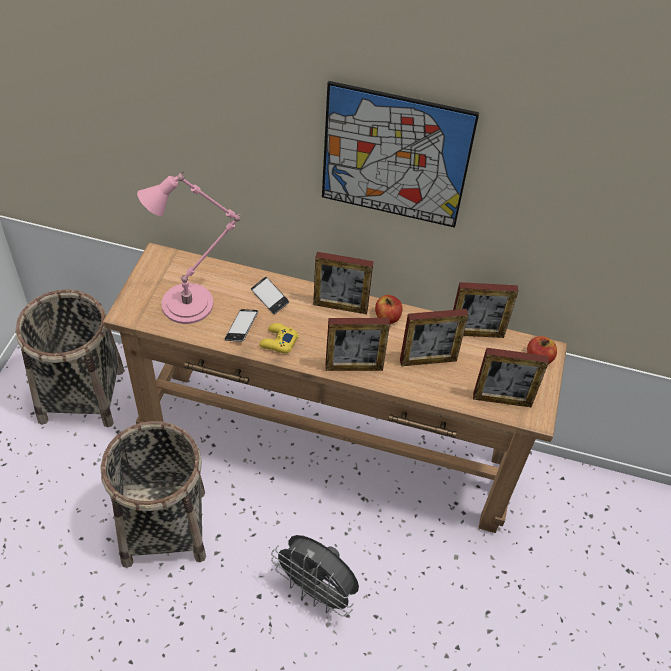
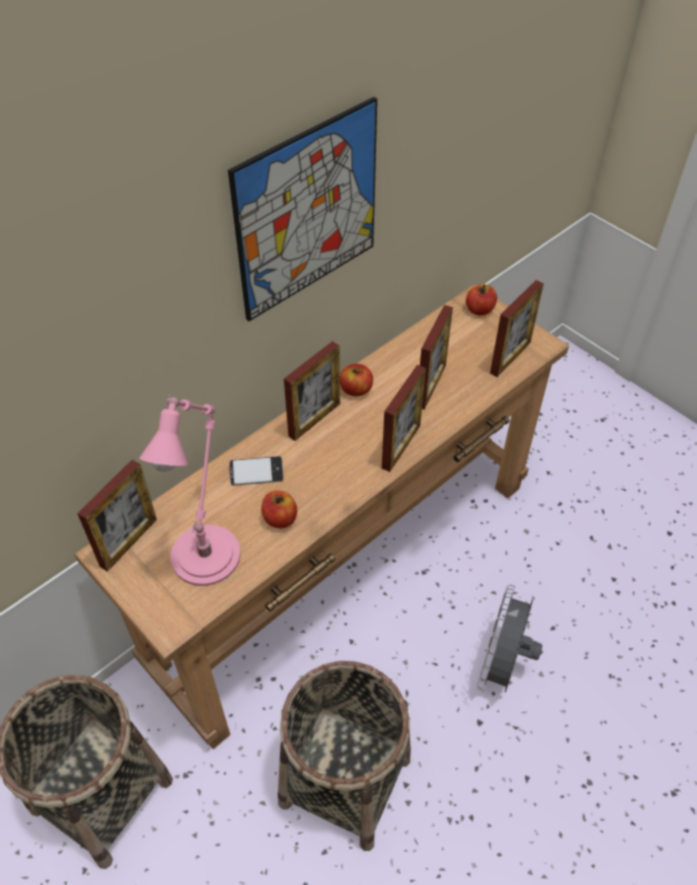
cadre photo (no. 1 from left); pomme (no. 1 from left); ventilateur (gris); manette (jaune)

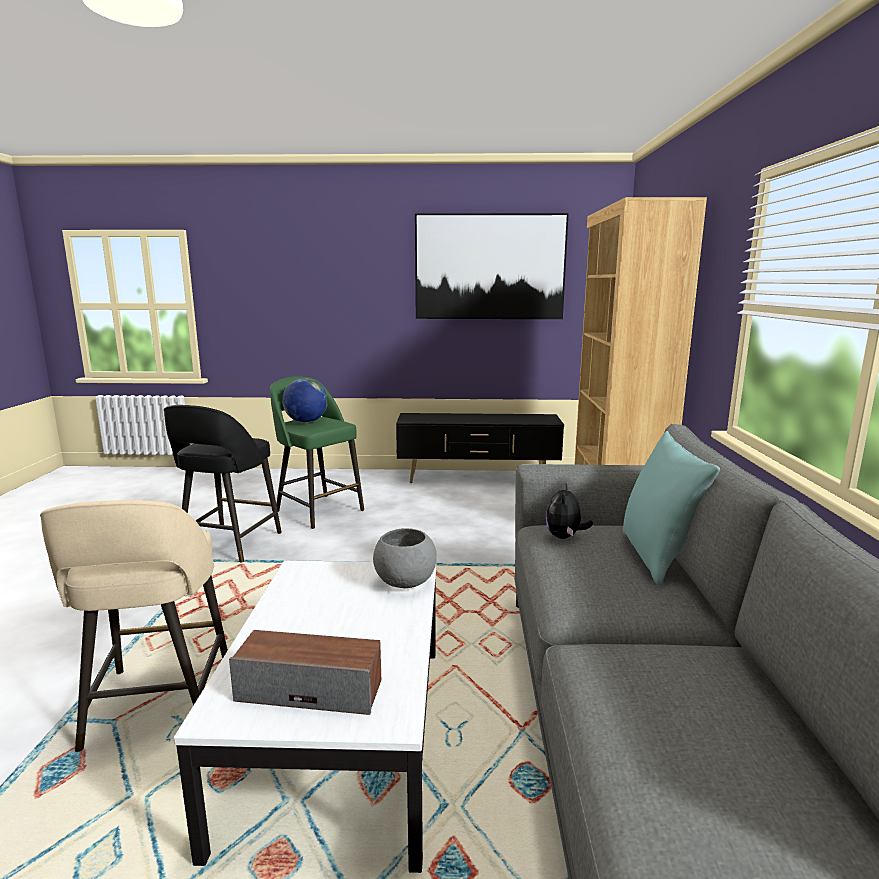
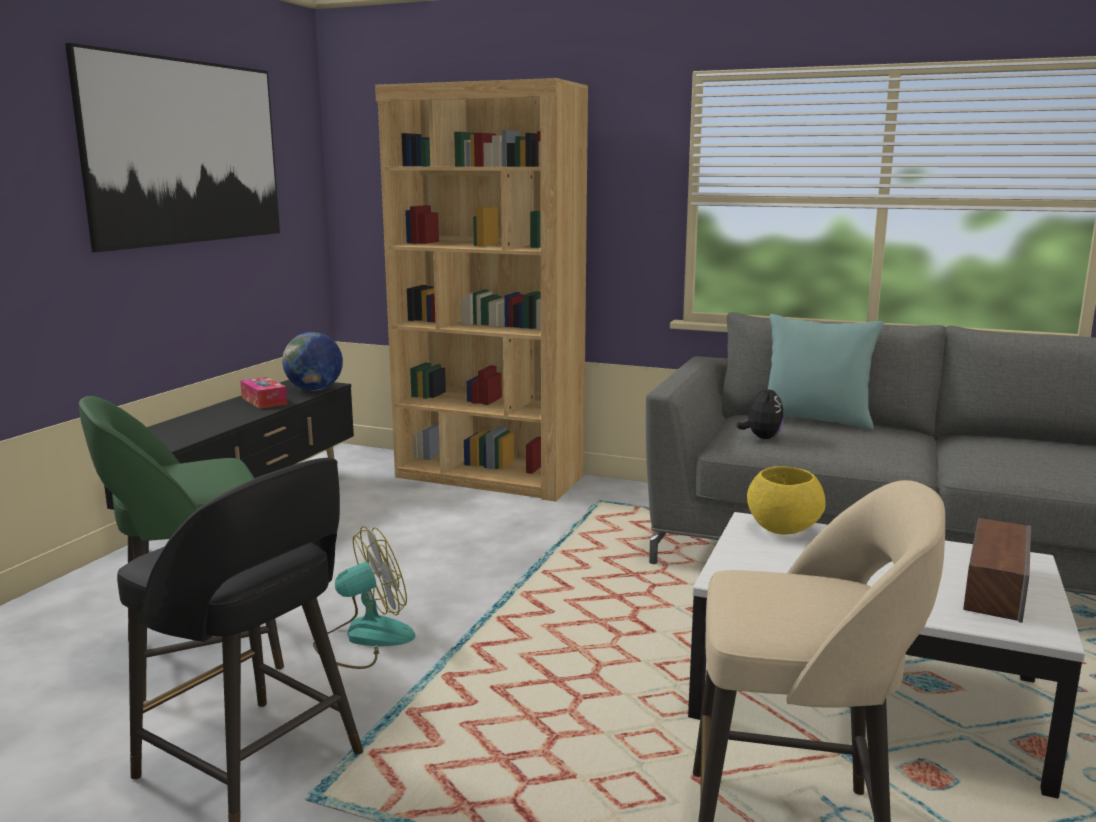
boîte à mouchoirs; globe; ventilateur; peluche; bol (jaune)

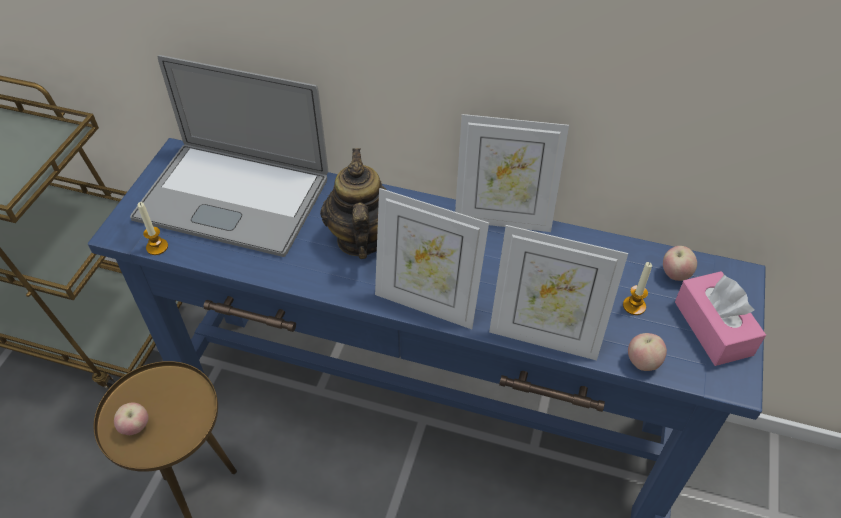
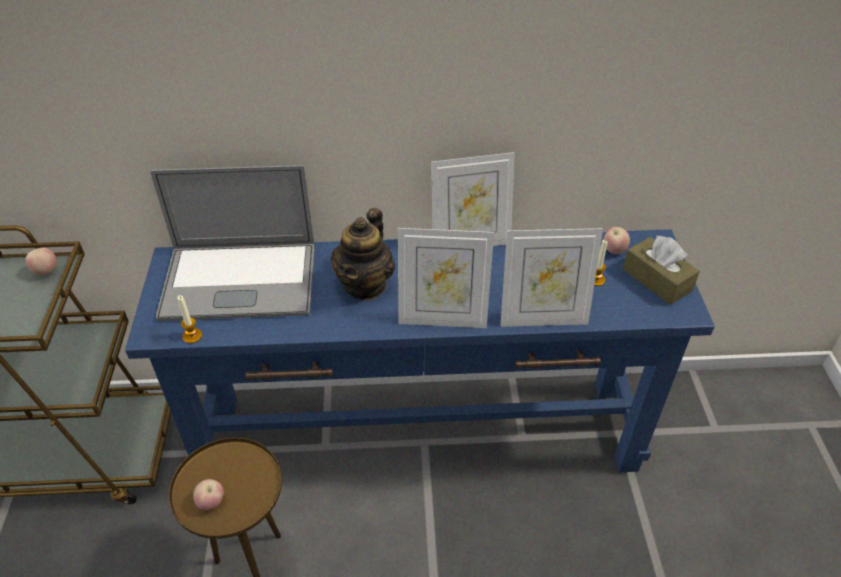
pomme (no. 1 from left); théière; boîte à mouchoirs (marron)

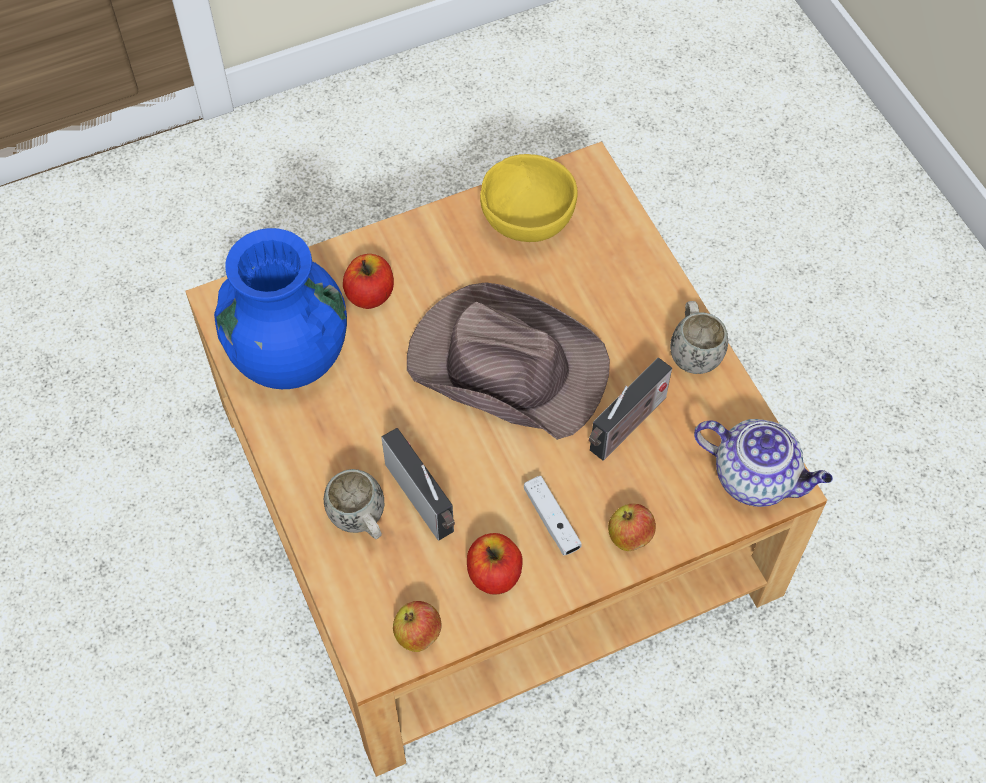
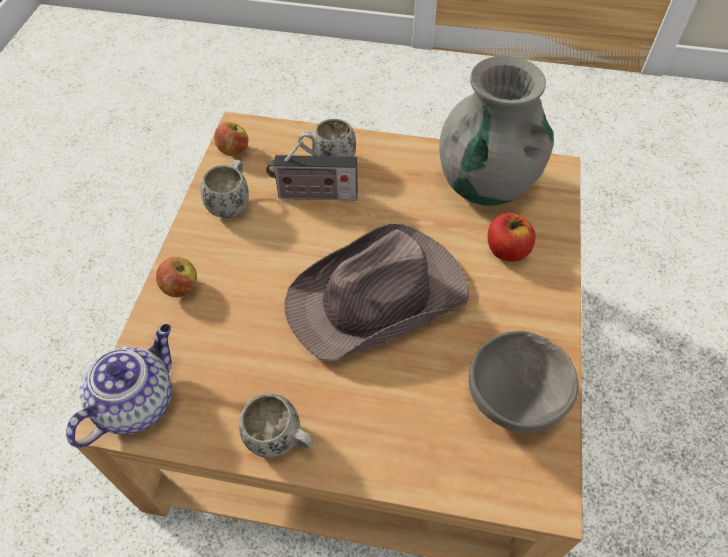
théière; mug (blanc) (no. 1 from left); vase (gris); bol (gris); manette (blanc); radio (no. 2 from left in the first image)

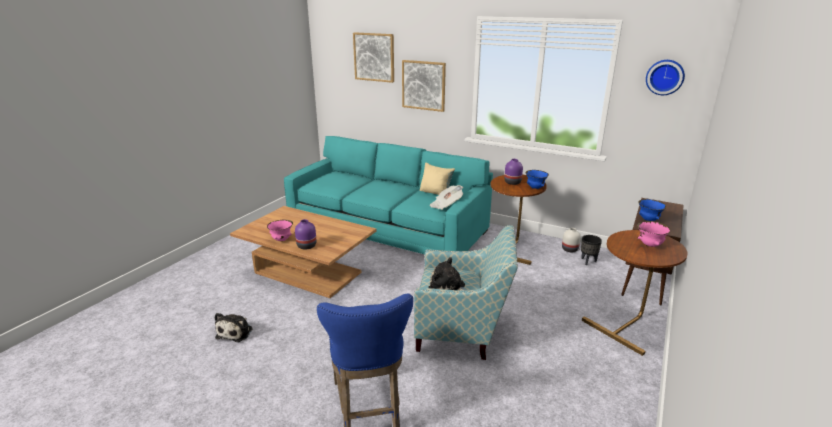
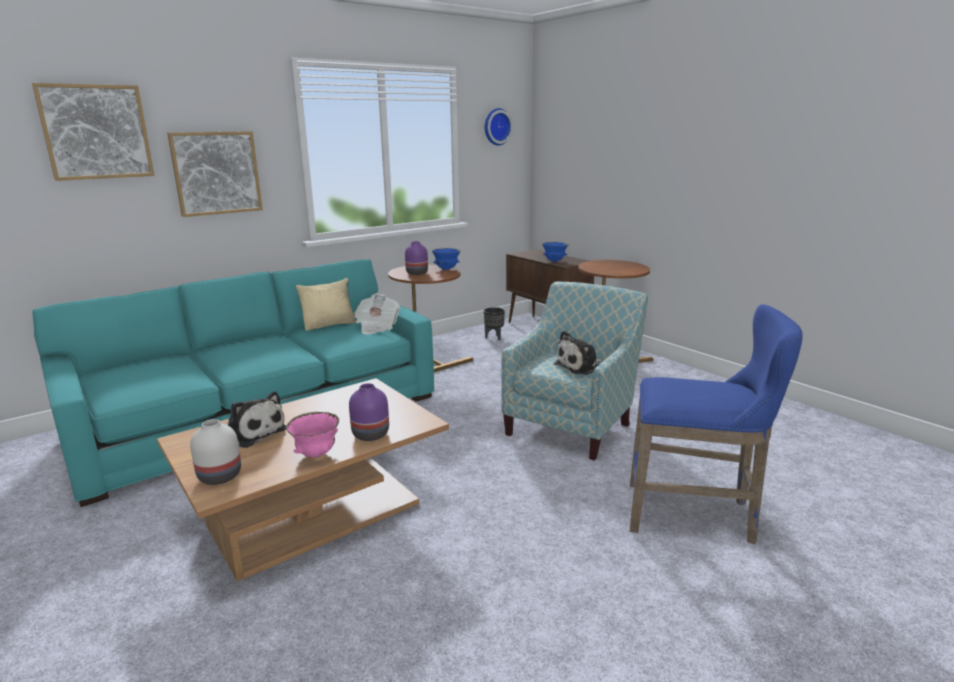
vase (blanc); peluche (no. 1 from left); bol (rose) (no. 2 from left in the first image)

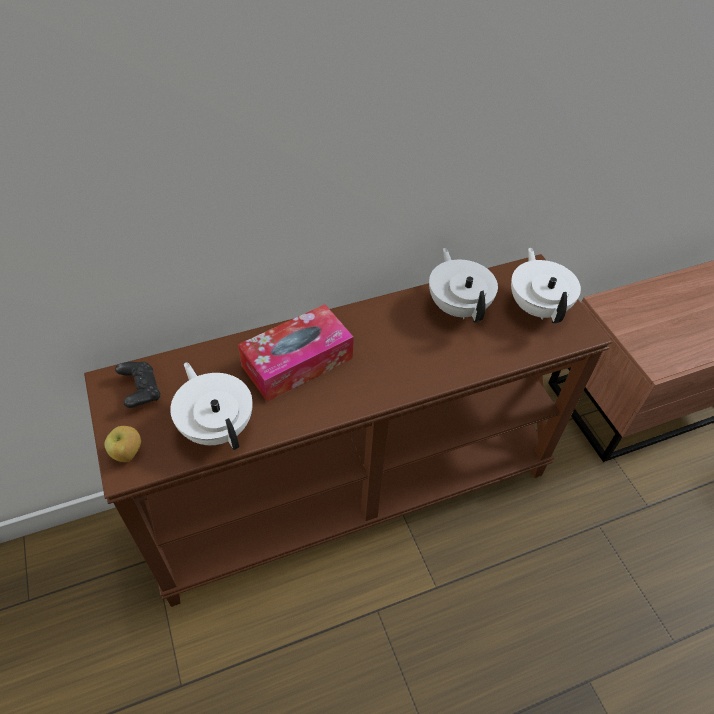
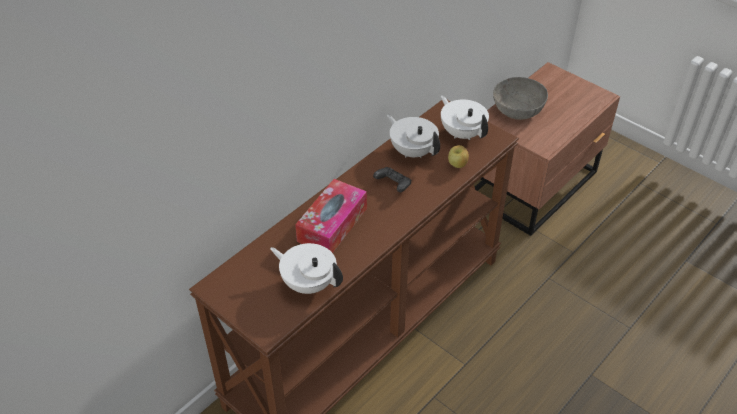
manette (noir); pomme; bol (gris)

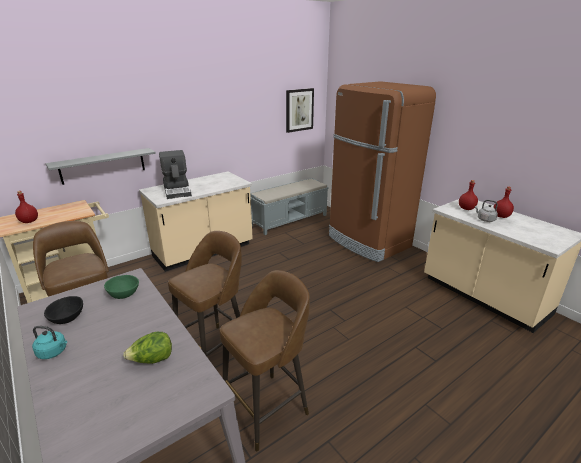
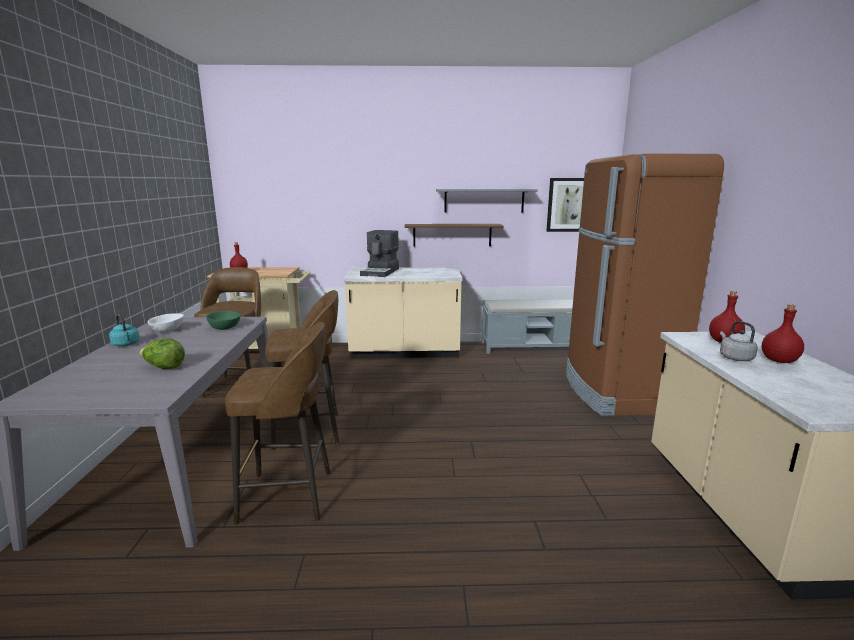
bol (blanc); étagère (marron); étagère (gris)

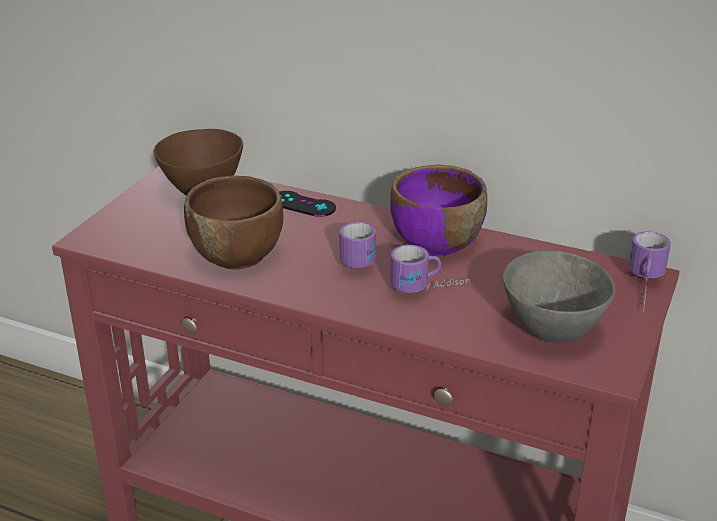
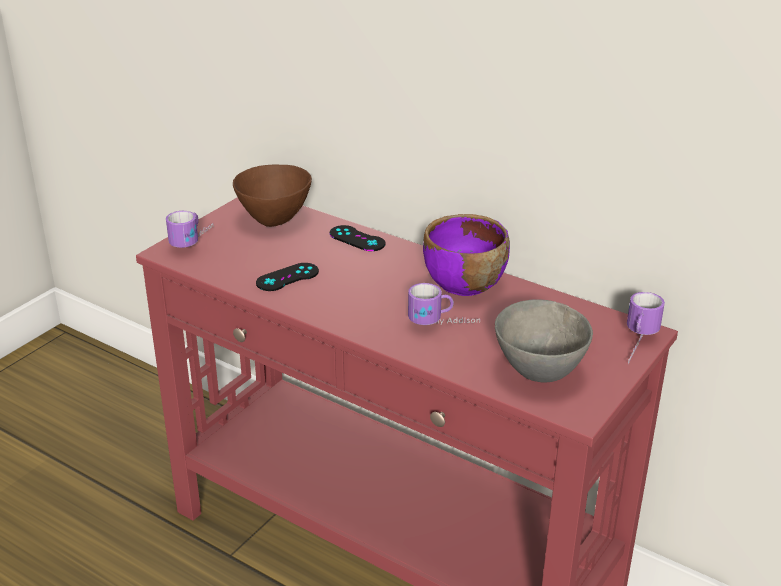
mug (no. 1 from left); manette (noir) (no. 1 from left)

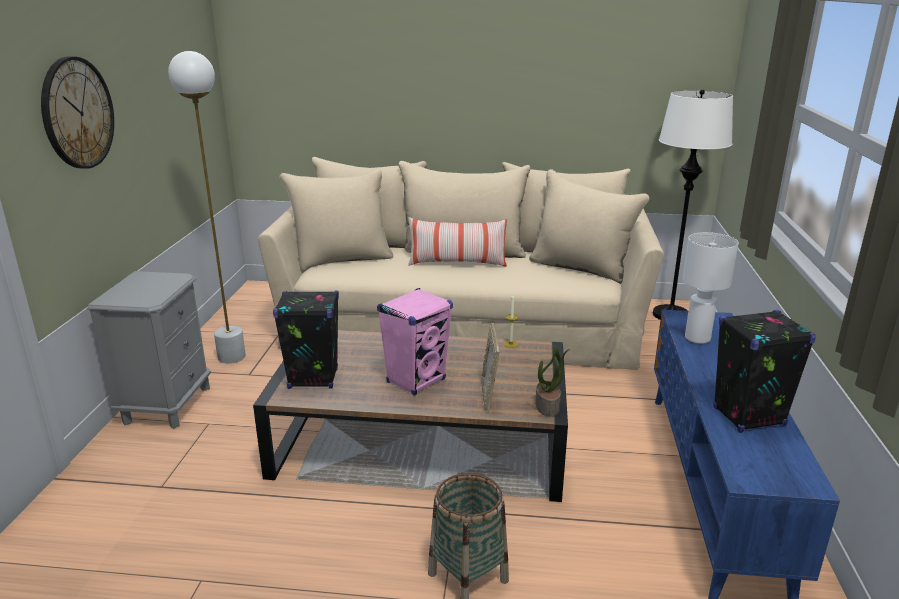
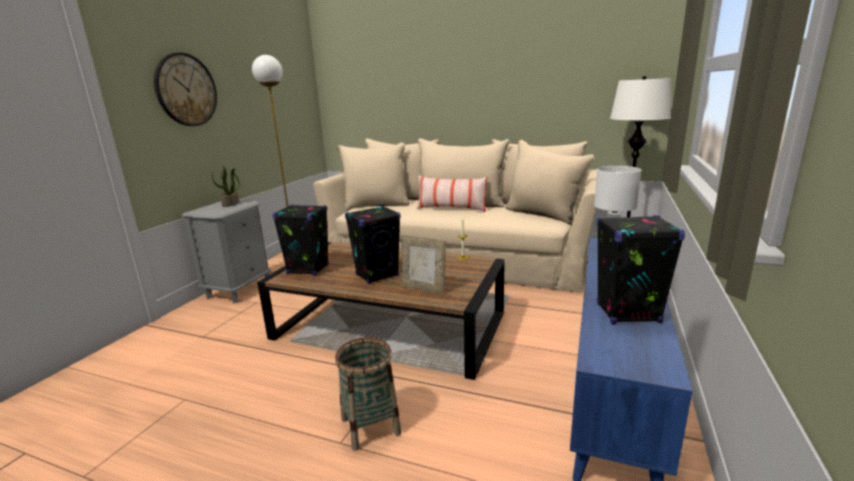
plante en pot; enceinte (noir) (no. 2 from left); cadre photo

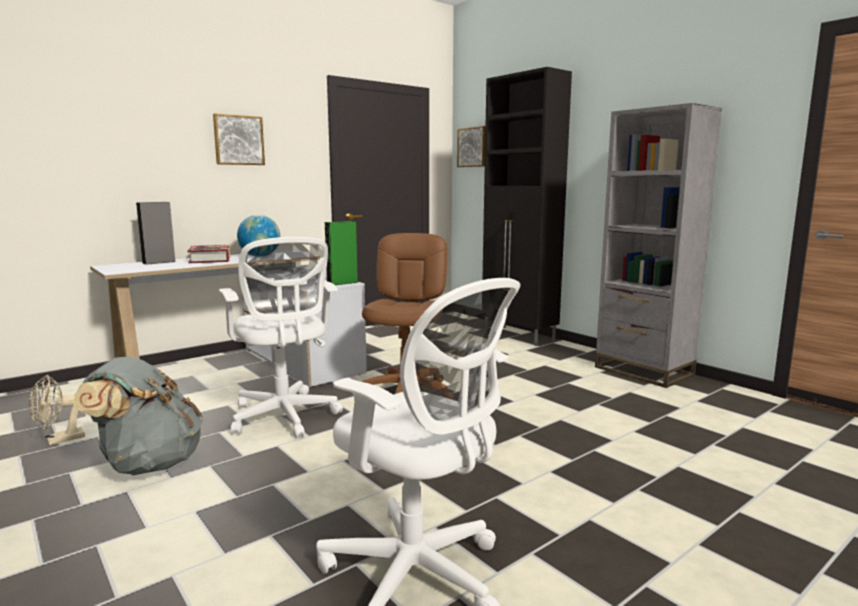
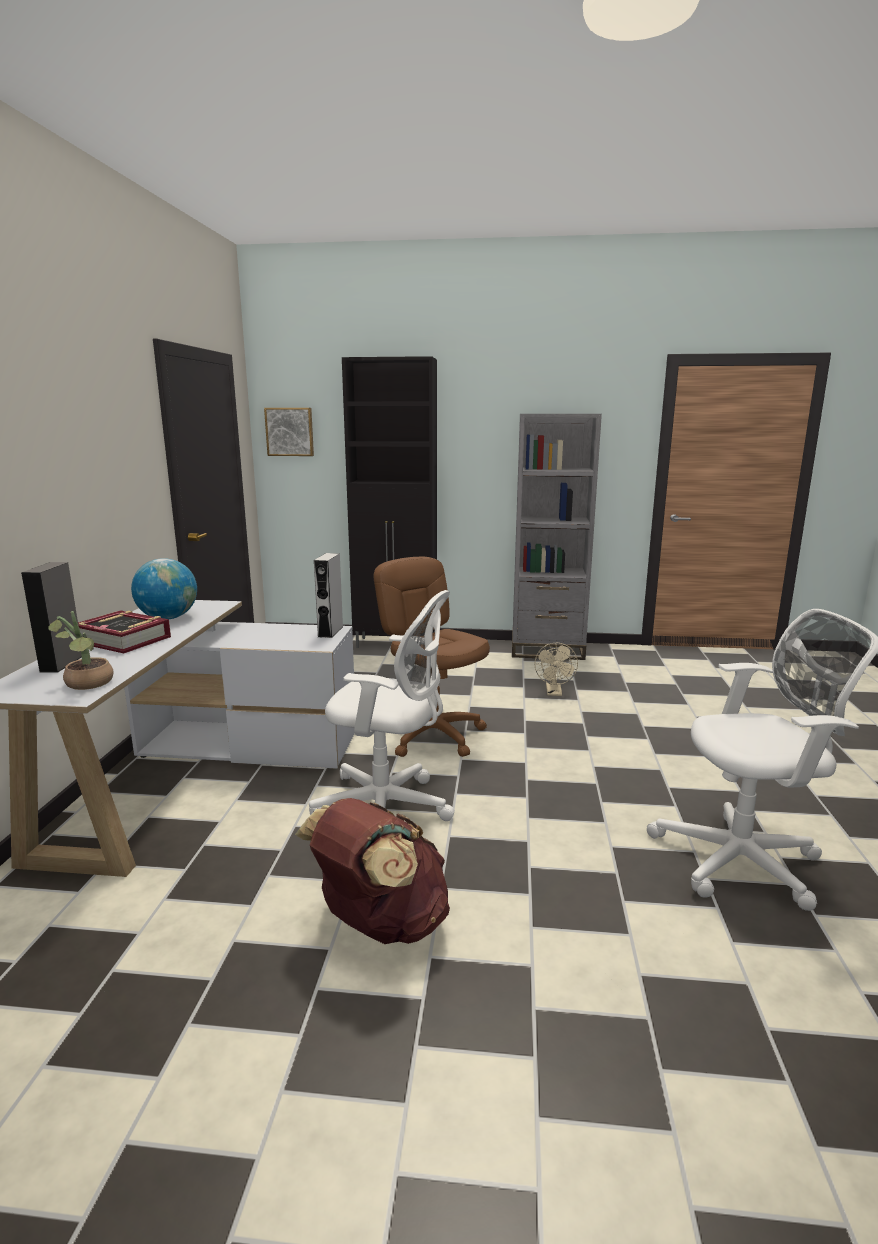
plante en pot; sac à dos (marron); enceinte (gris) (no. 2 from left); ventilateur (beige); tableau (no. 1 from left in the first image)

